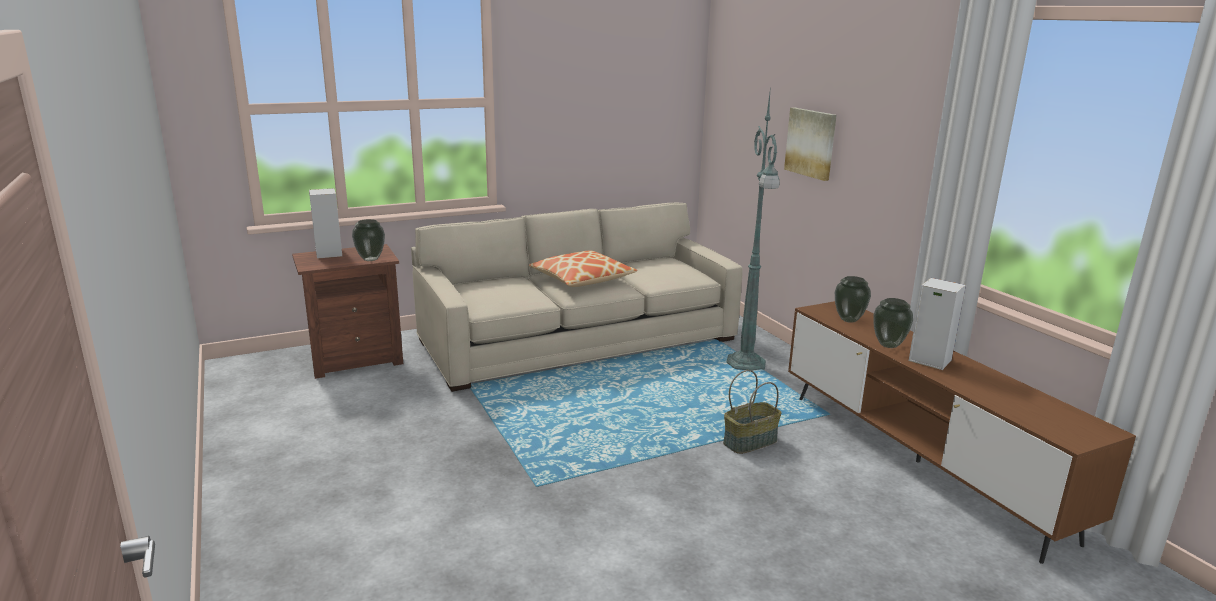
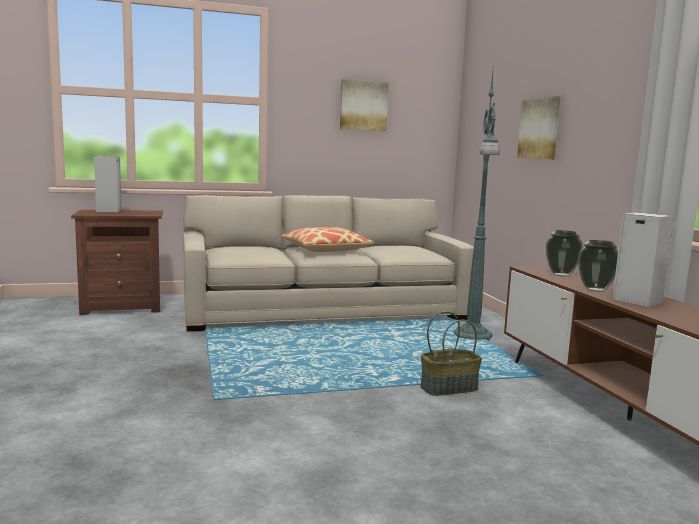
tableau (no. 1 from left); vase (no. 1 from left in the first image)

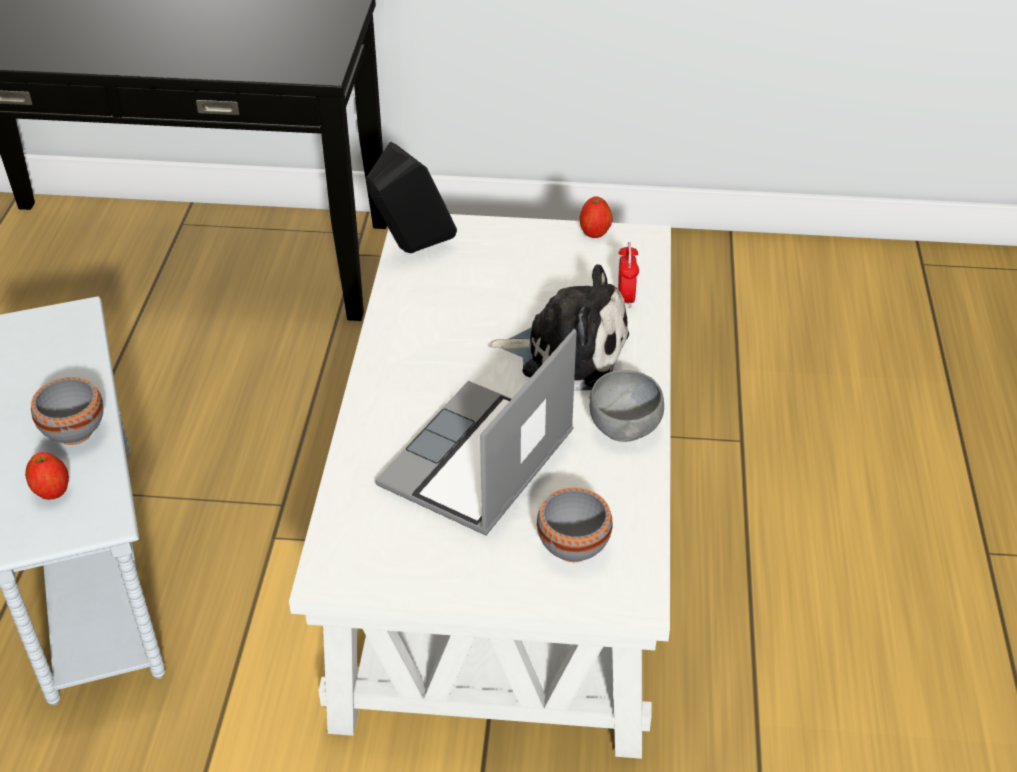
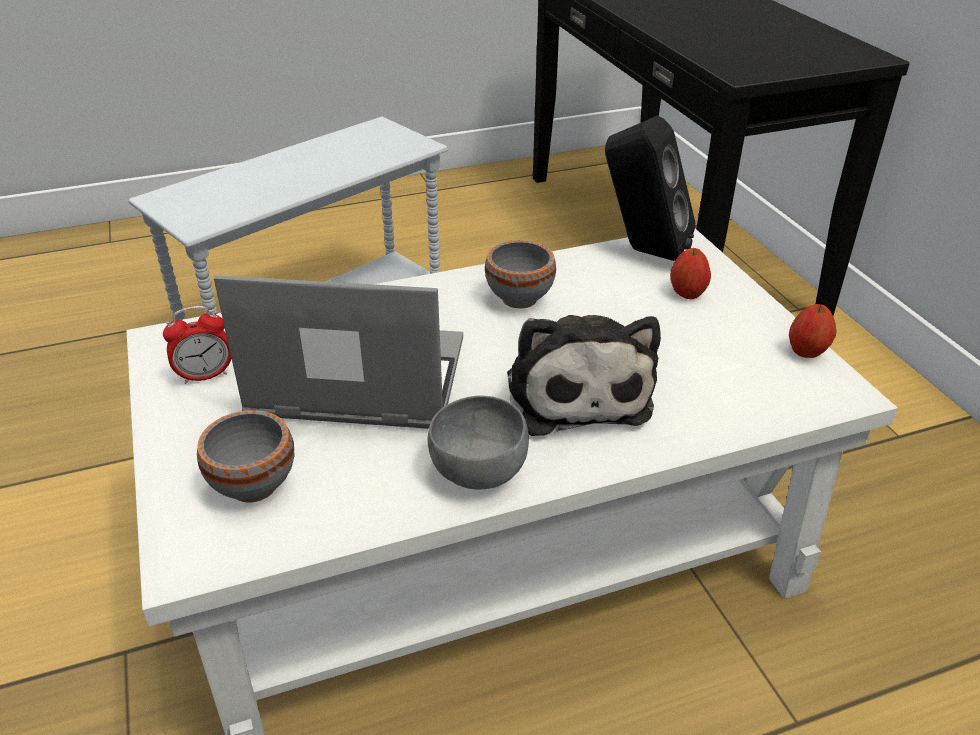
réveil; bol (gris) (no. 3 from left); pomme (no. 1 from left)

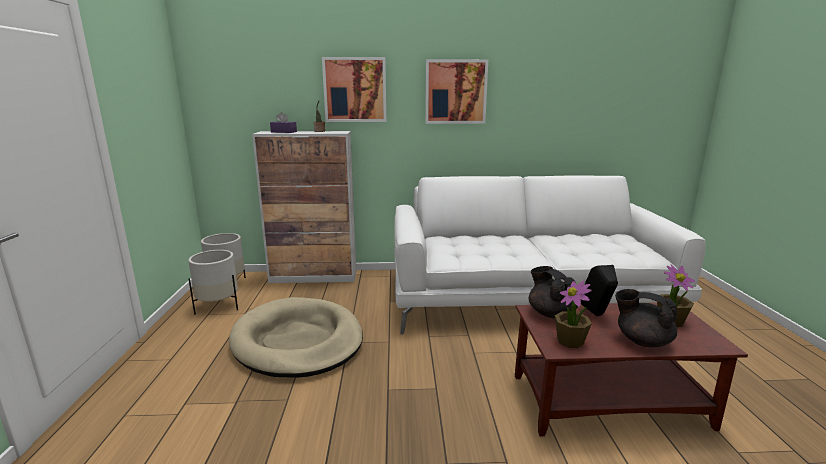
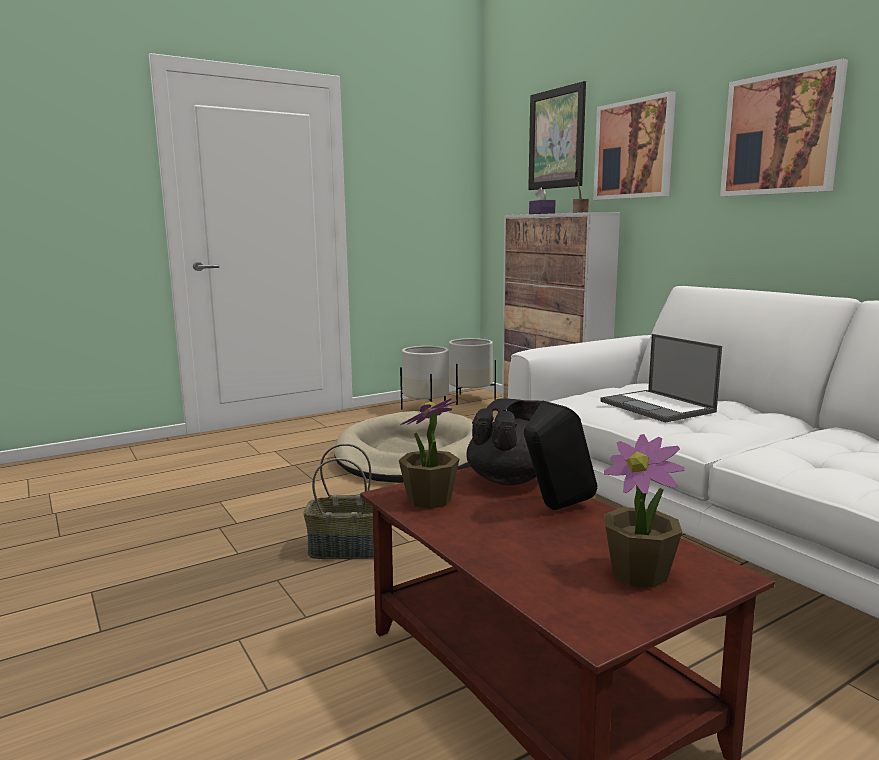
panier; tableau (no. 1 from left); ordinateur portable; théière (noir) (no. 2 from left in the first image)

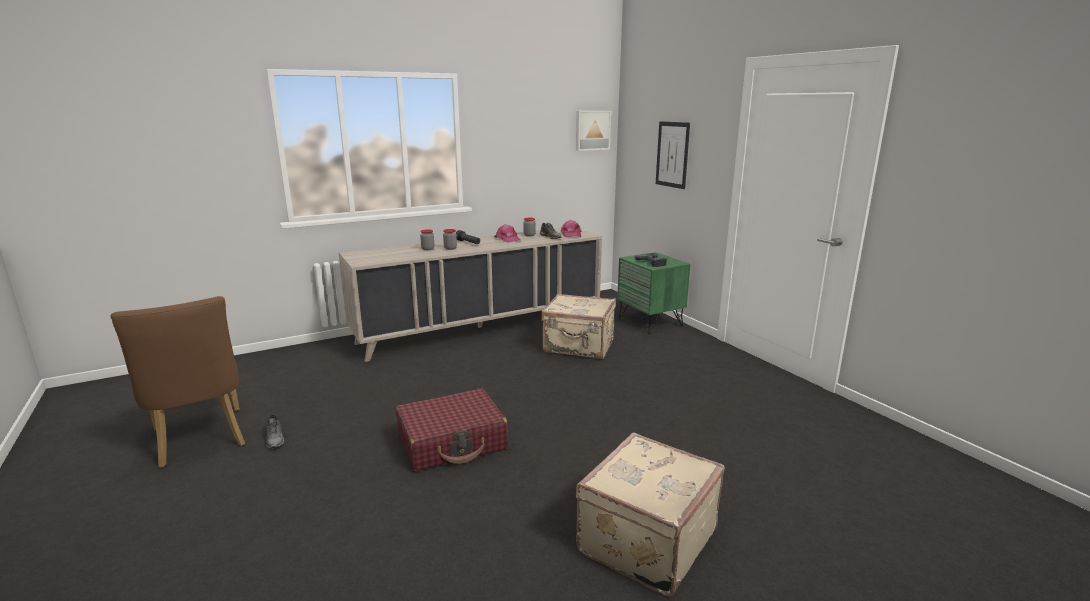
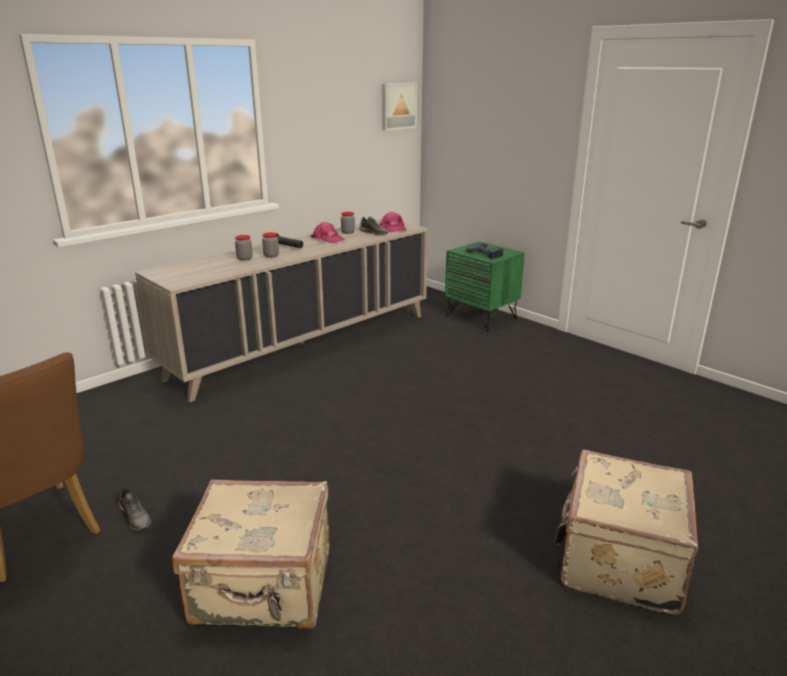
valise (beige) (no. 1 from left); valise (rouge); tableau (no. 2 from left in the first image)

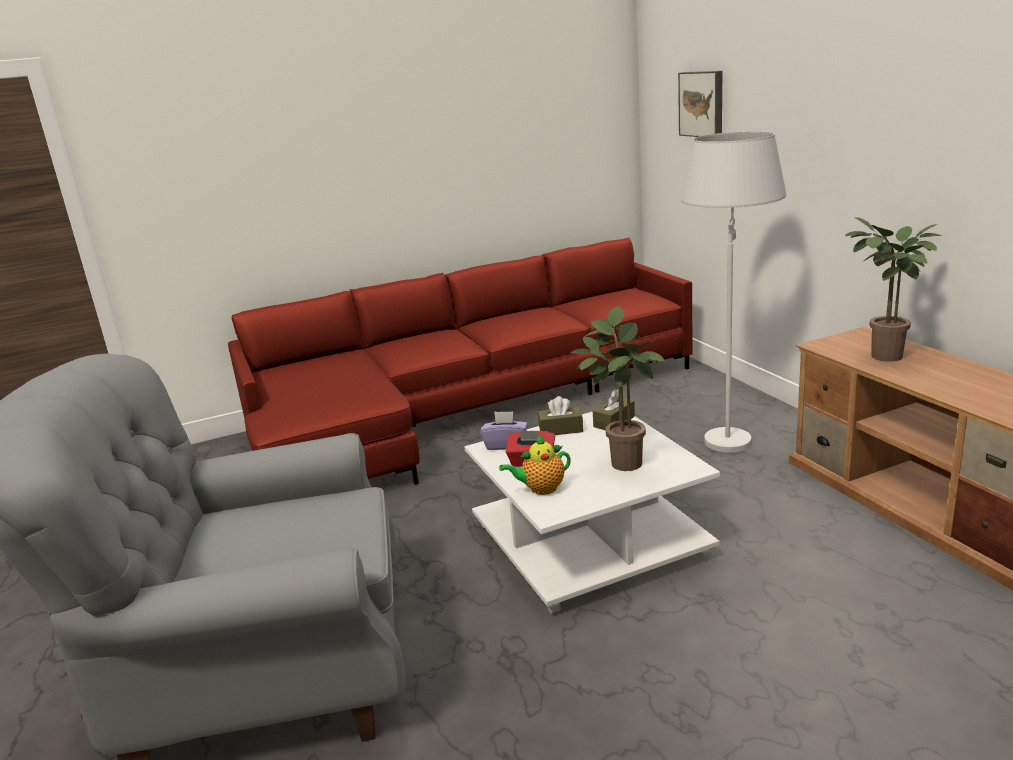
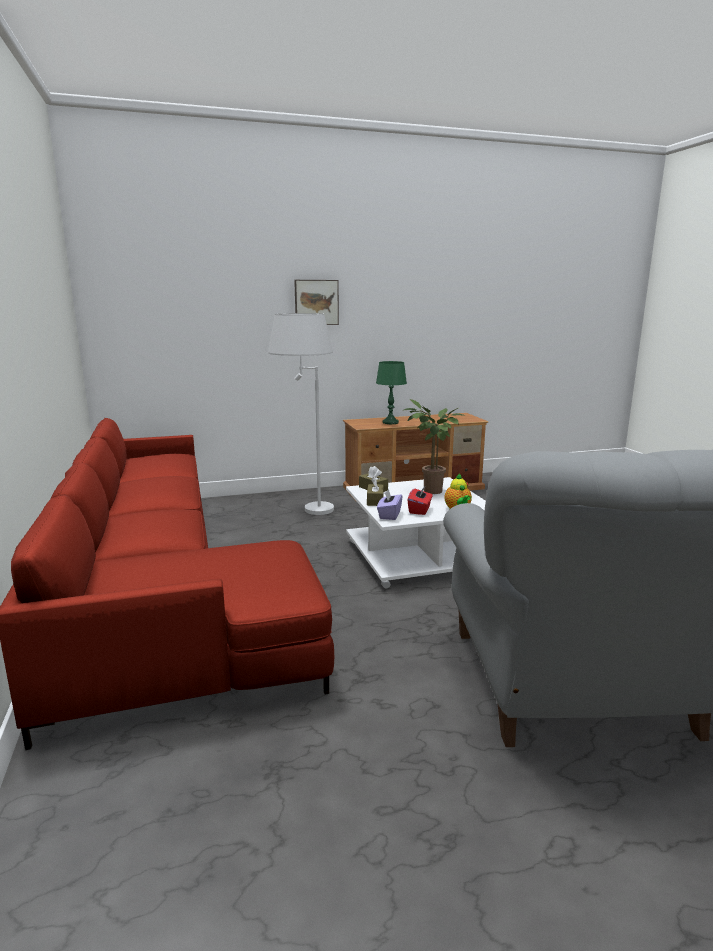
tableau; lampe de table (vert)

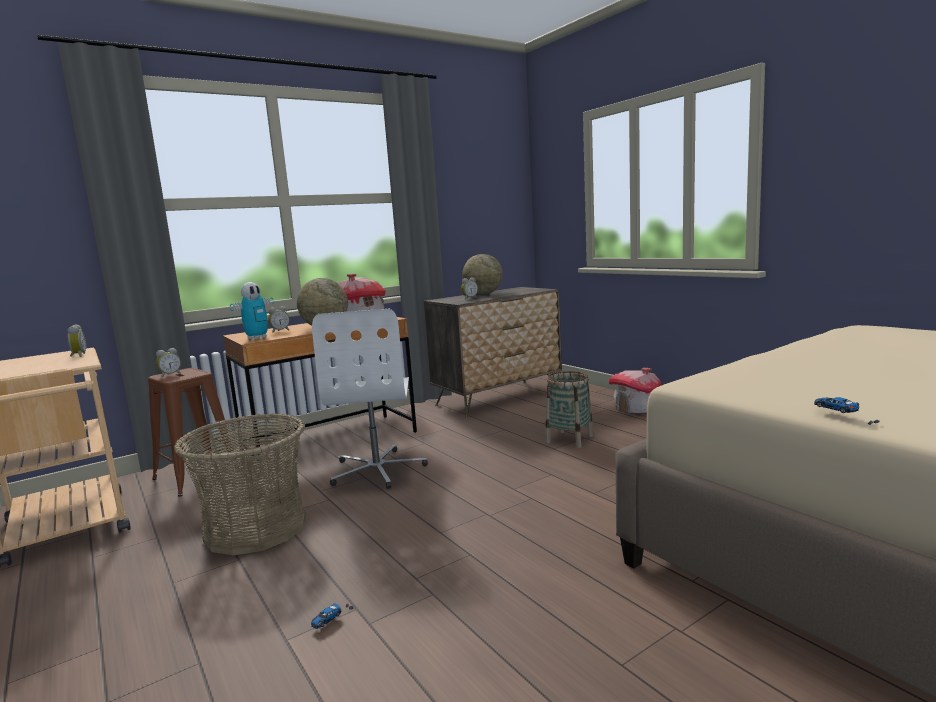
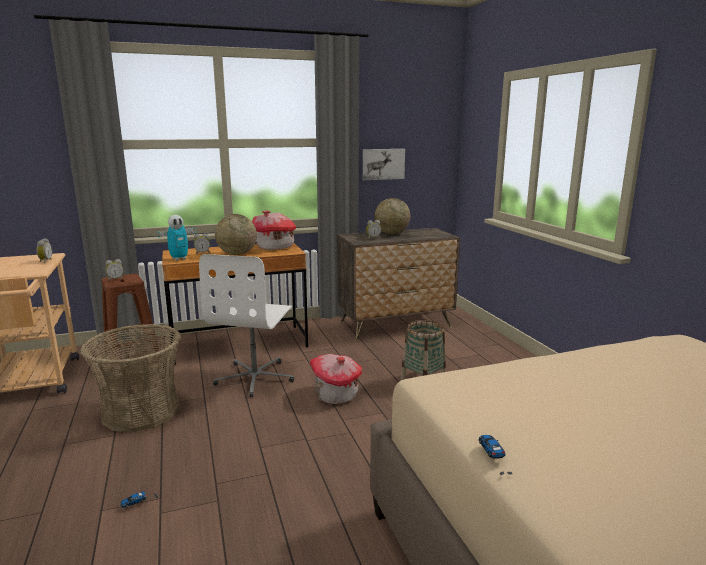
maison miniature (no. 2 from left); tableau

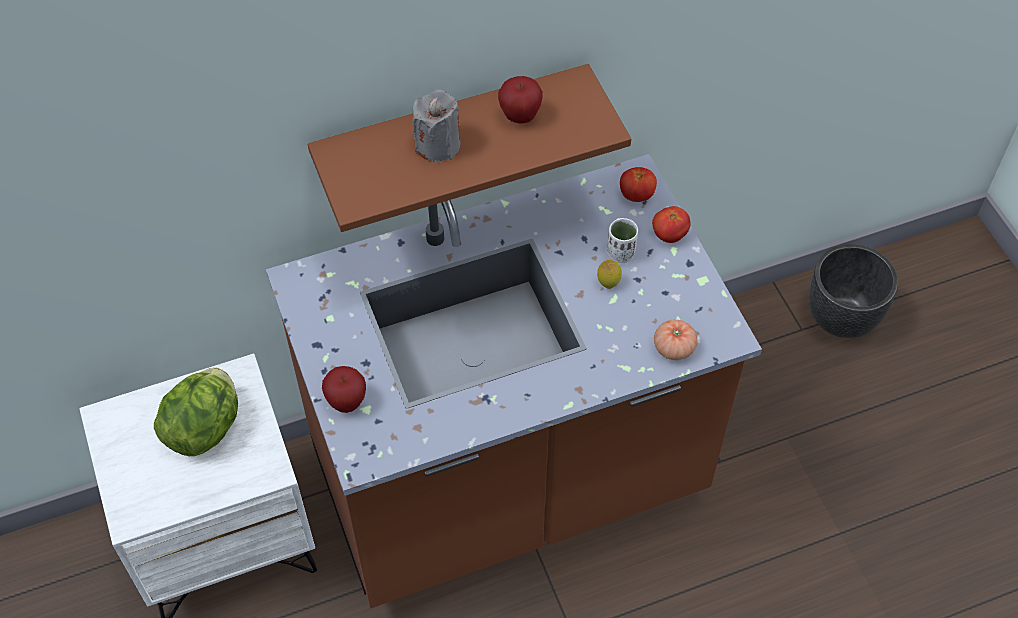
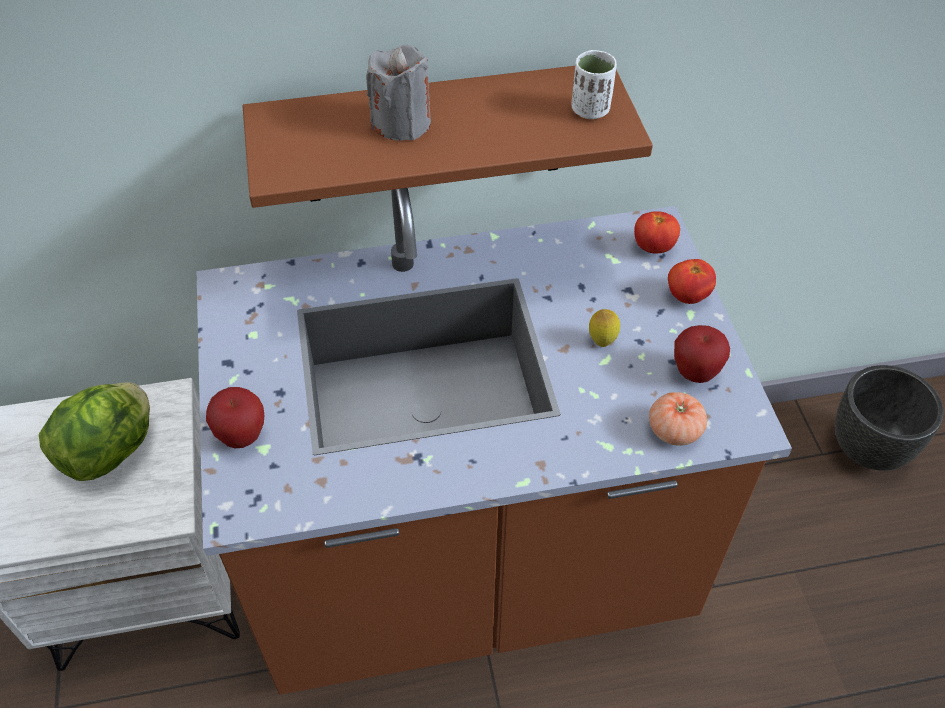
tasse (blanc); pomme (no. 2 from left)

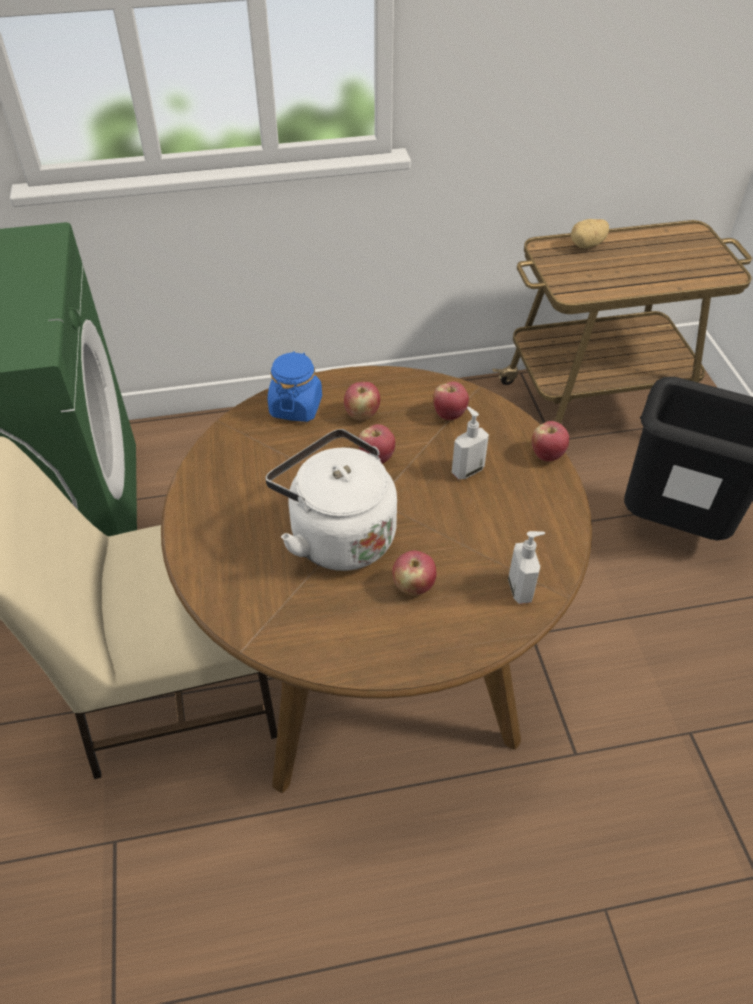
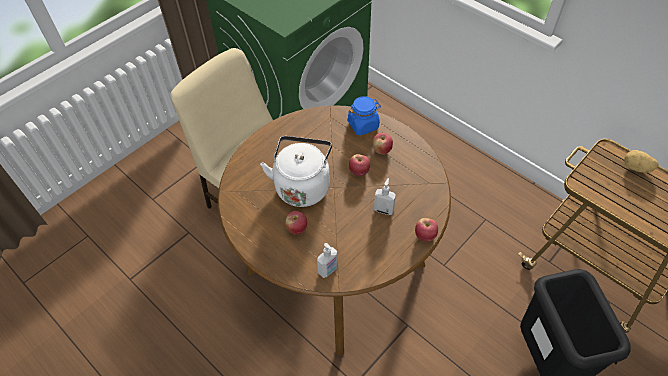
pomme (no. 4 from left in the first image)

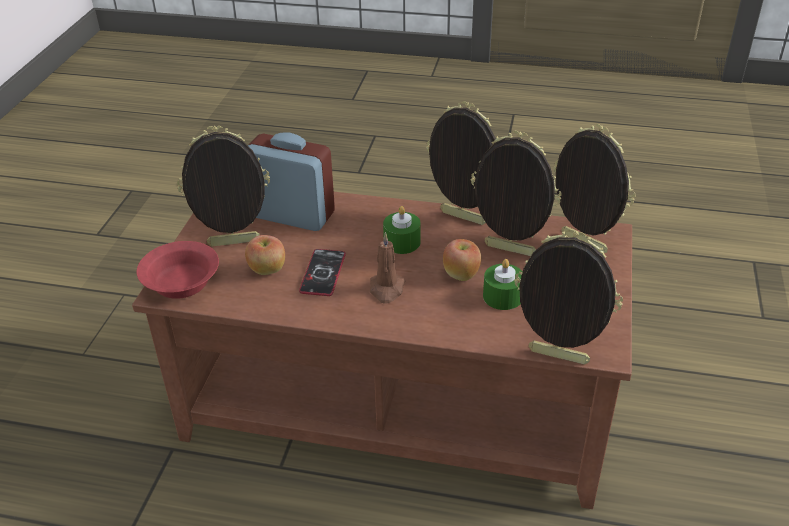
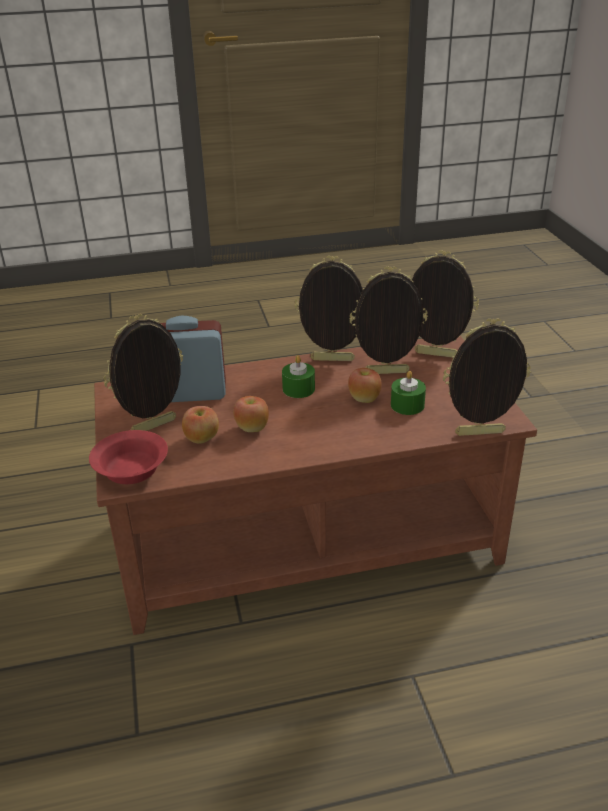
pomme (no. 2 from left); bougie (marron)

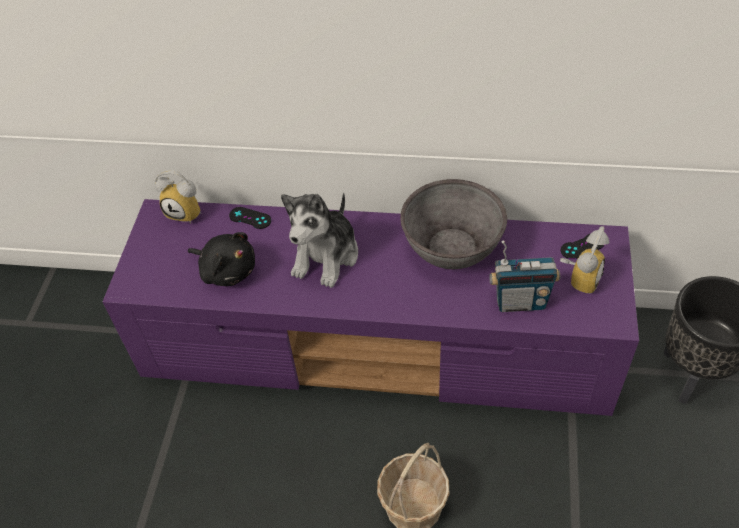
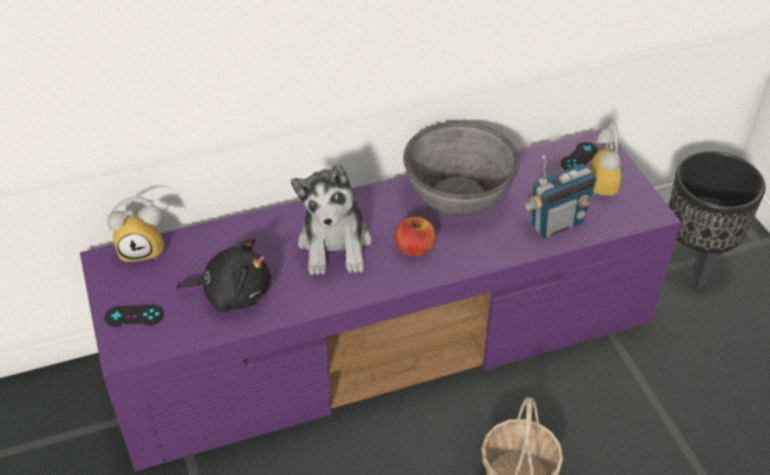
manette (noir) (no. 1 from left); pomme

